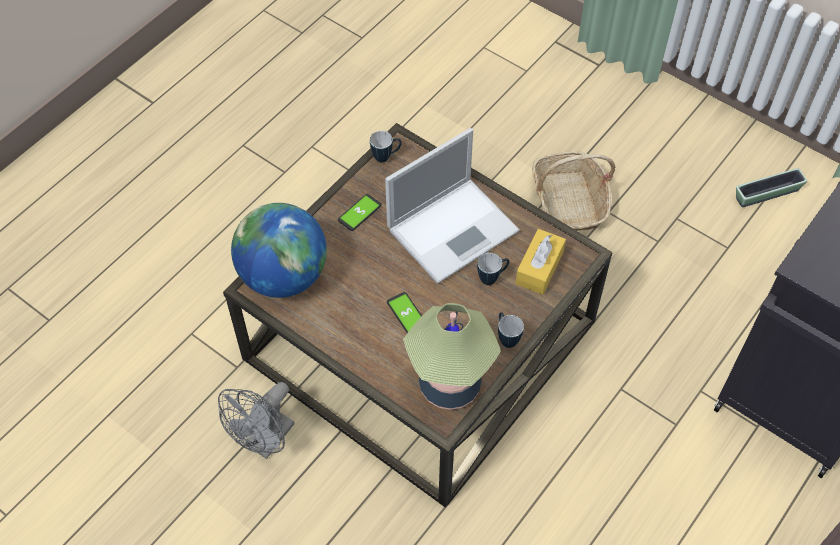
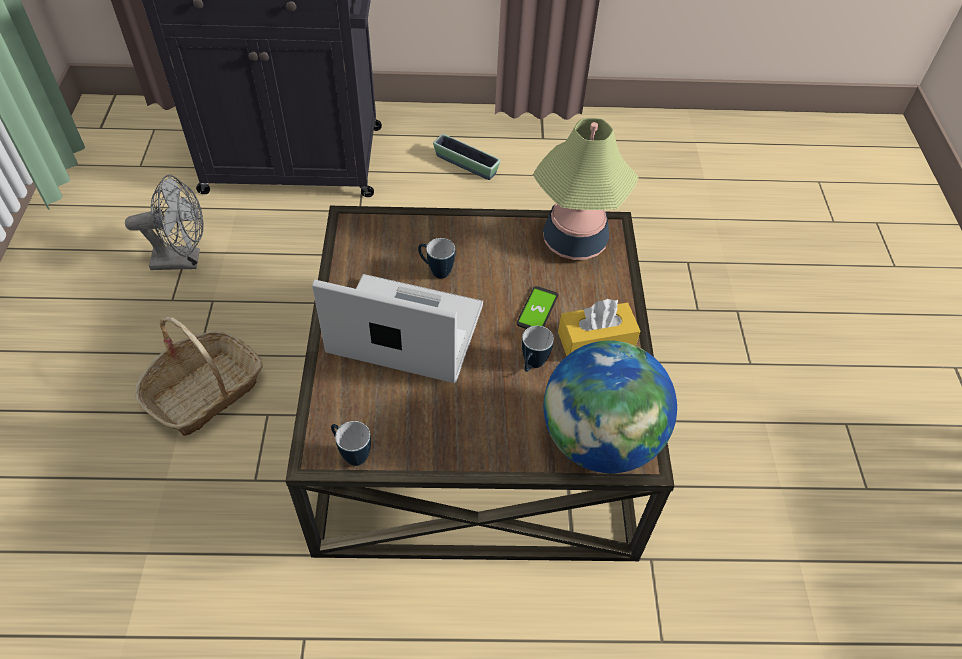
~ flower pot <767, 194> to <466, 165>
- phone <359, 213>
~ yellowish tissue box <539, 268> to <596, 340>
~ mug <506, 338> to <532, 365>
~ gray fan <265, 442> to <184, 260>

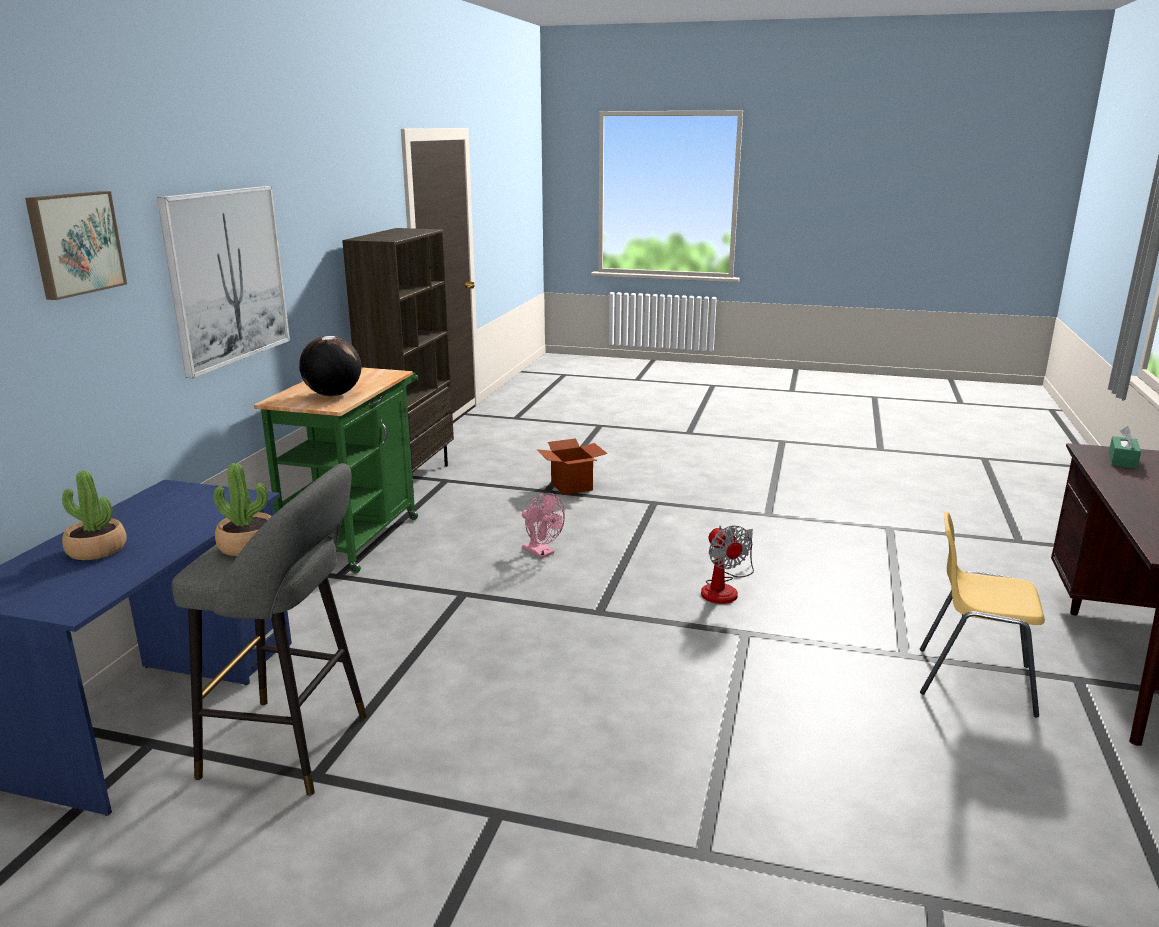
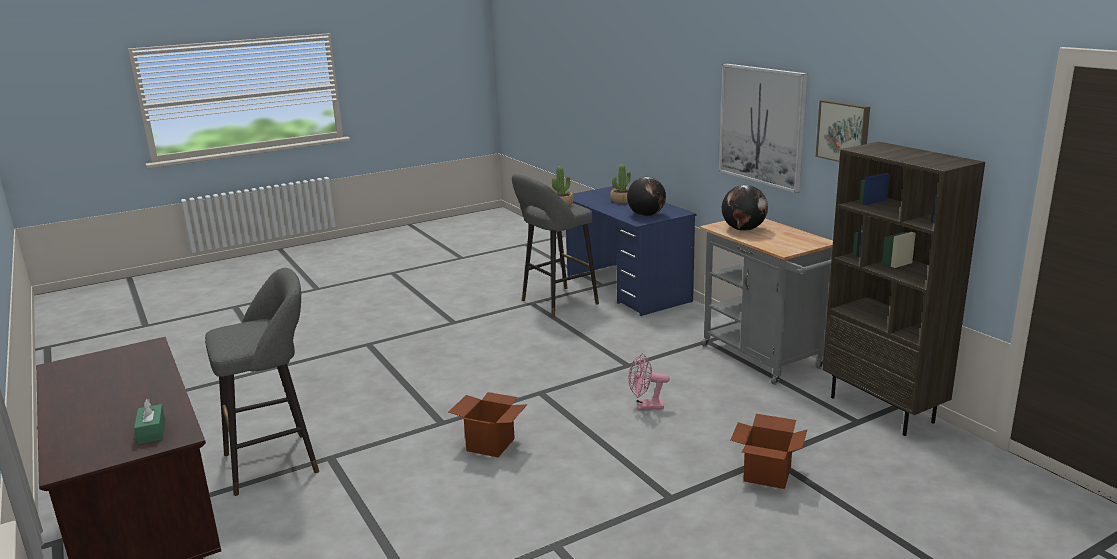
~ picture <74, 243> to <844, 132>
~ green trolley <357, 535> to gray trolley <767, 359>
~ yellowish chair <973, 680> to gray sitting stool <277, 461>
~ fan <724, 588> to carton <490, 445>
+ world globe <646, 215>

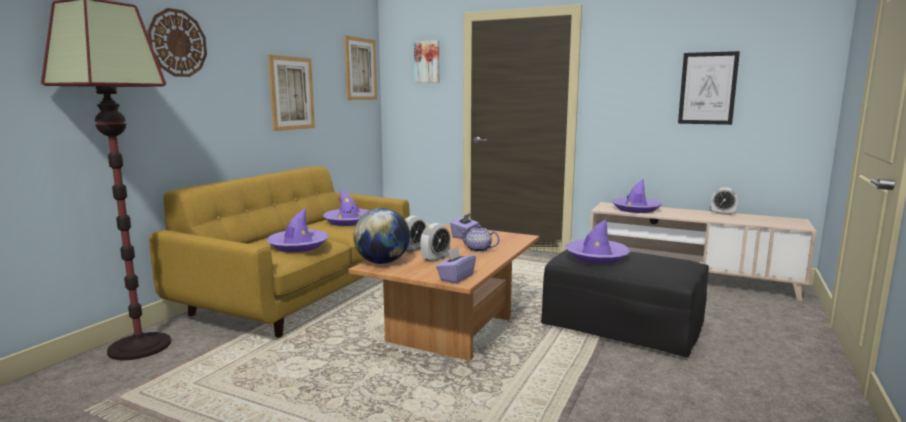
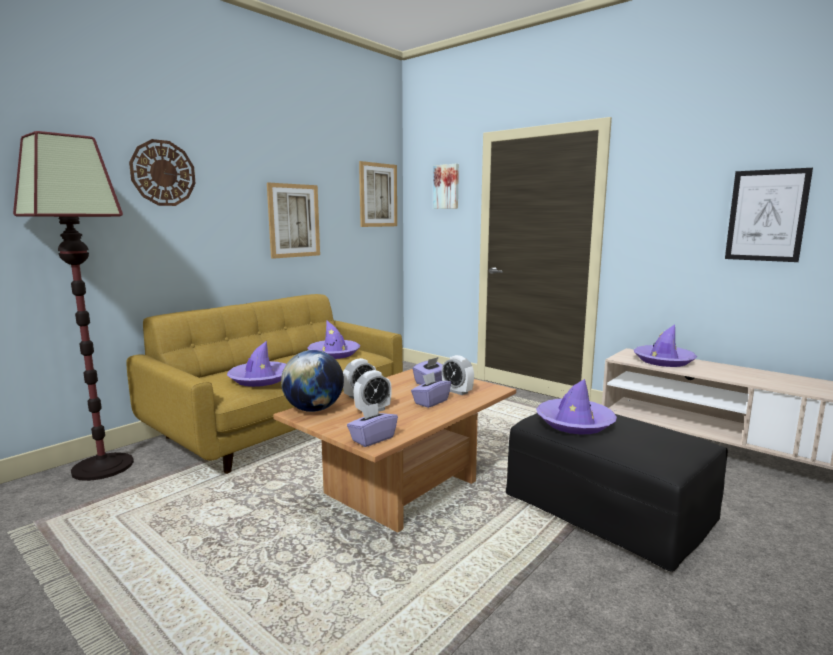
~ alarm clock <723, 213> to <457, 391>
~ teapot <478, 249> to purple tissue box <430, 402>

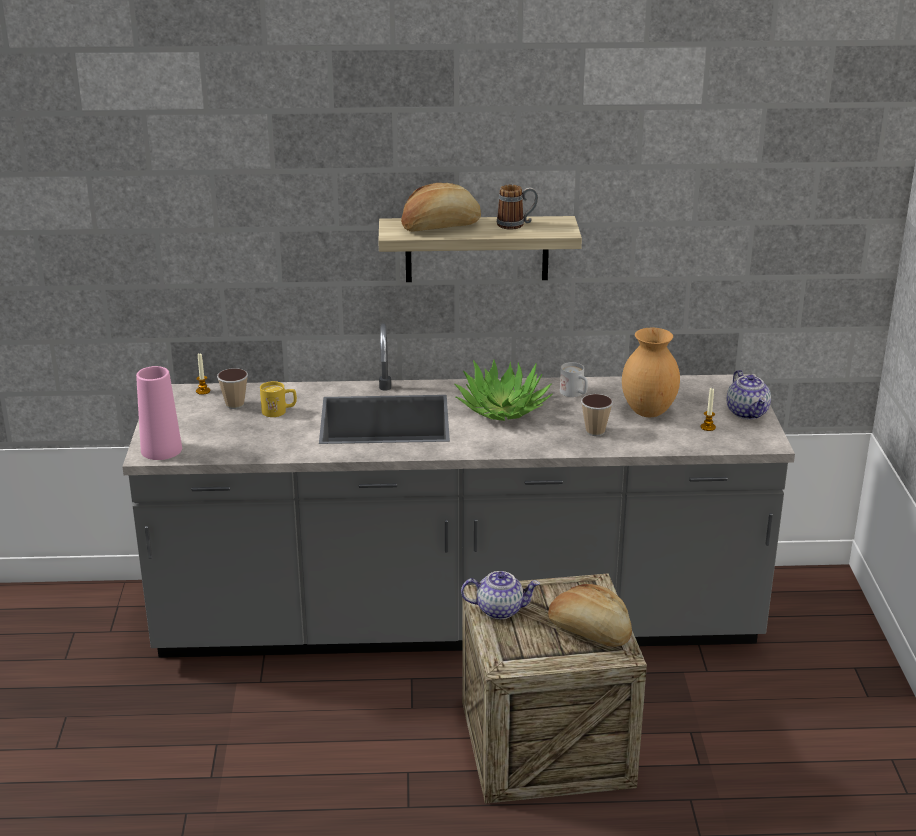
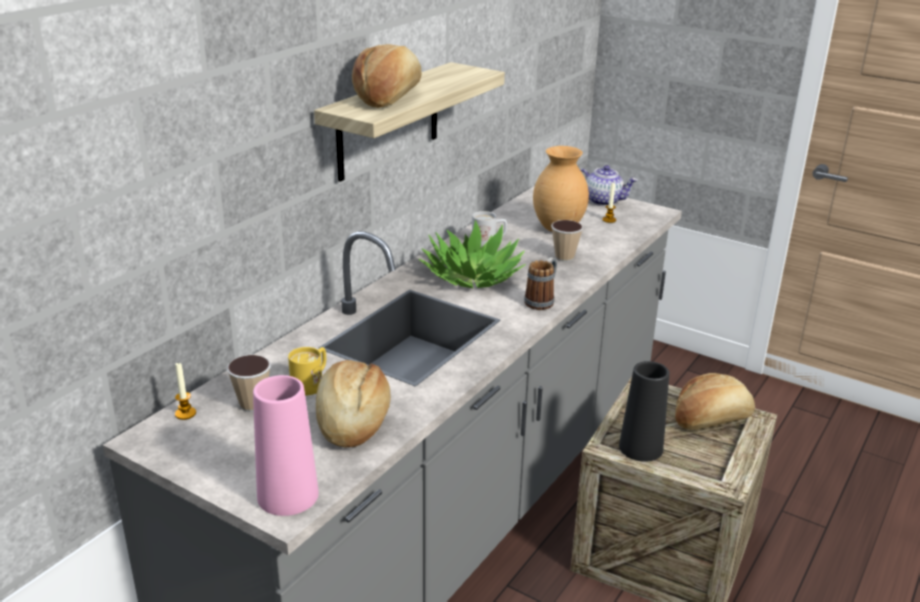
~ mug <516, 225> to <542, 300>
~ teapot <500, 609> to black-coloured vase <640, 448>
+ bread <351, 420>

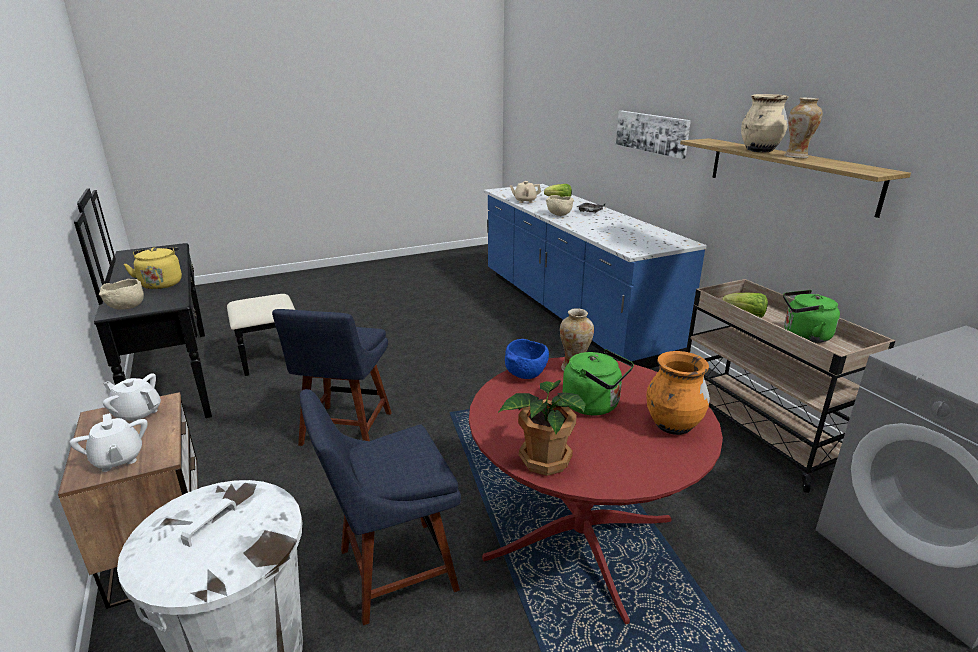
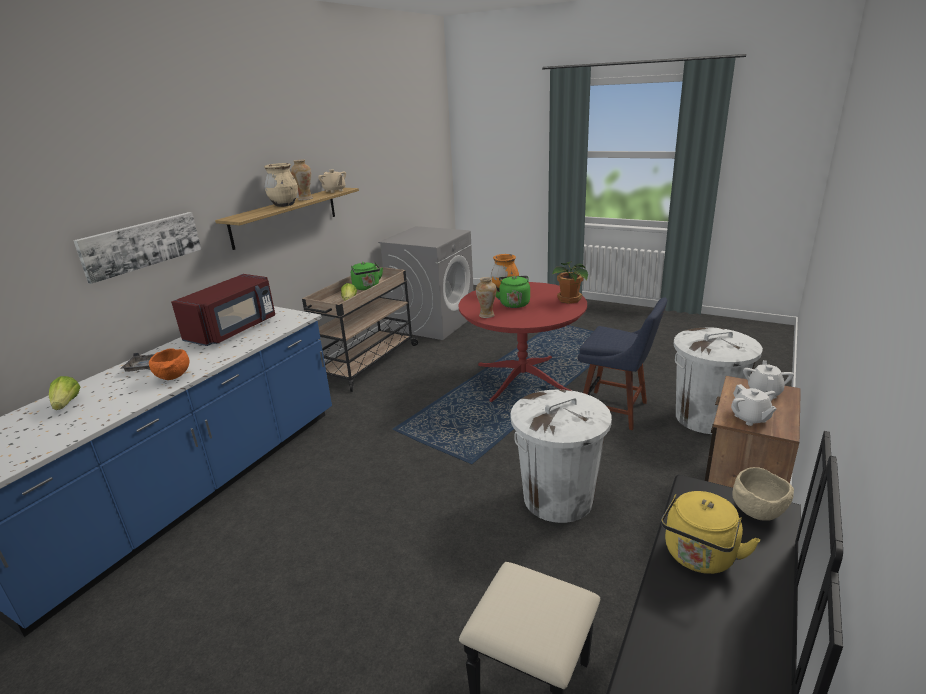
~ sand-coloured teapot <525, 201> to <334, 191>
~ sand-coloured deep dish <558, 215> to orange deep dish <174, 377>
~ blue-coloured chair <344, 431> to white-coloured trash can <558, 498>
- blue-coloured deep dish <526, 374>
+ red kitchen microwave <234, 330>

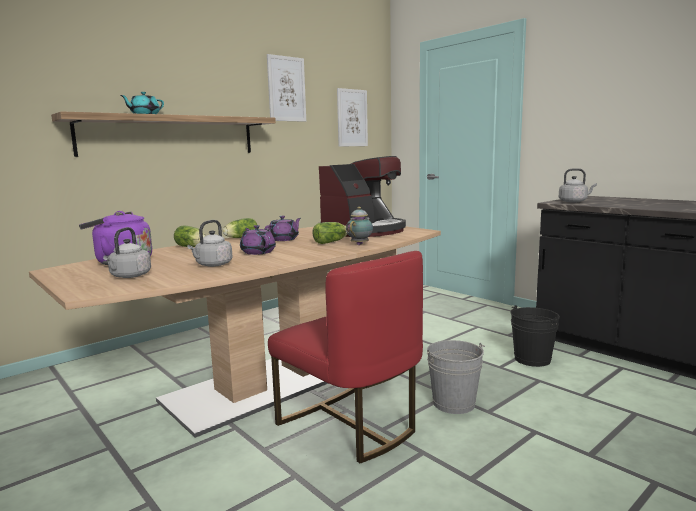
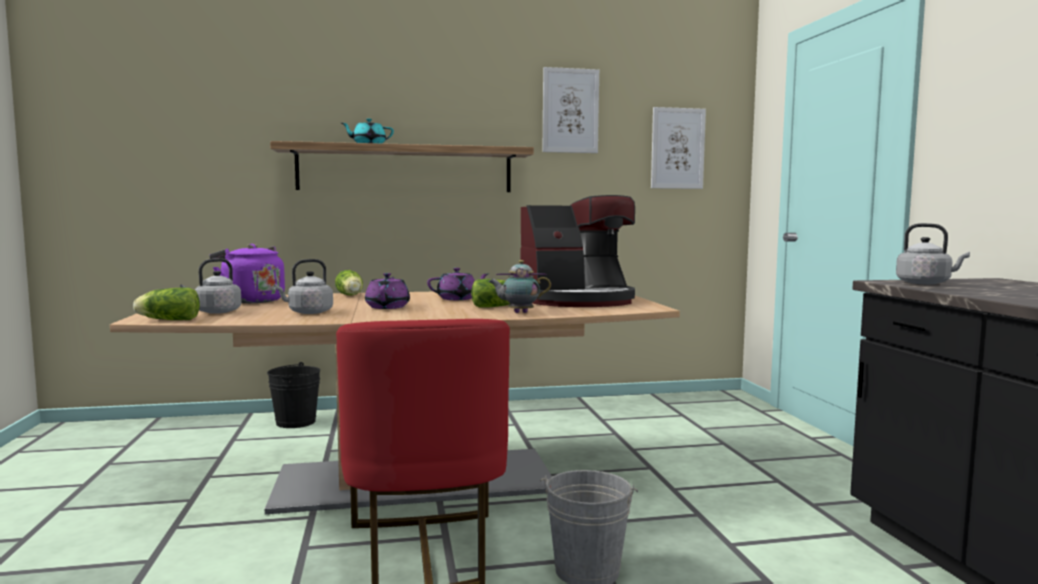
~ teapot <360, 244> = <518, 313> 150 degrees counterclockwise
~ lettuce <240, 238> to <167, 320>
~ black-coloured water bucket <532, 359> to <296, 422>

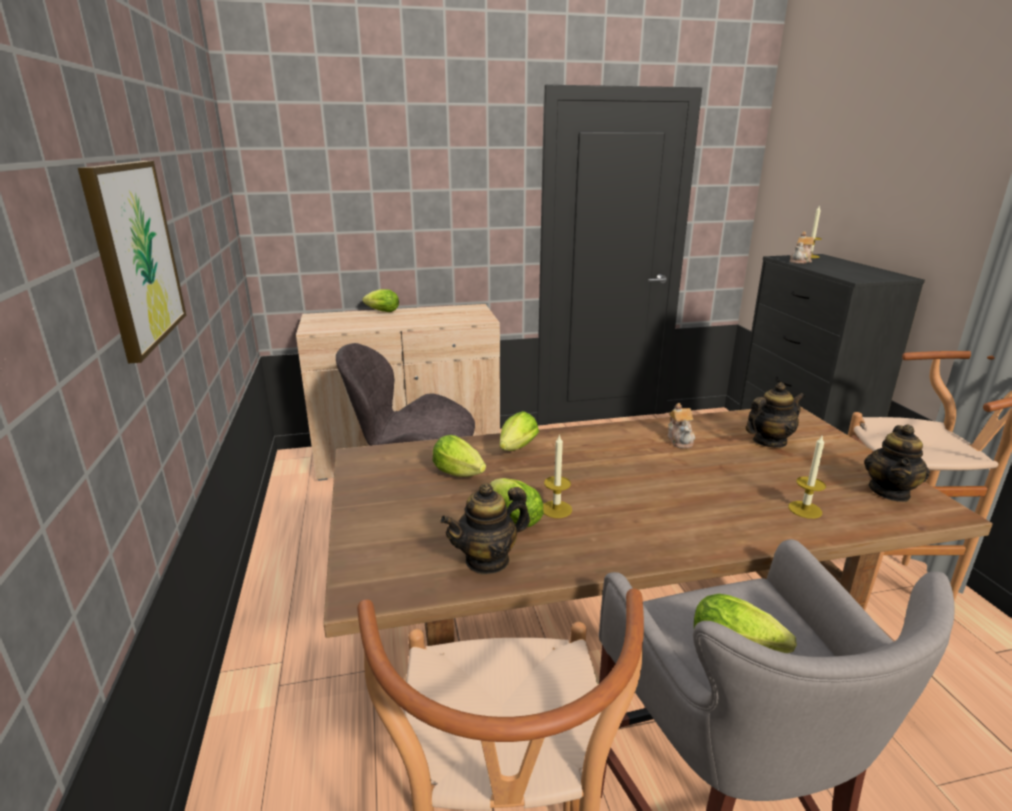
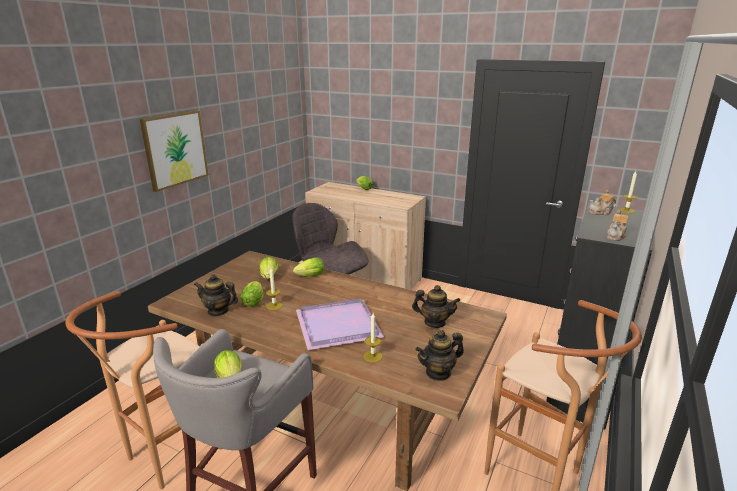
~ teapot <680, 440> to <616, 236>
+ purple tray <339, 324>

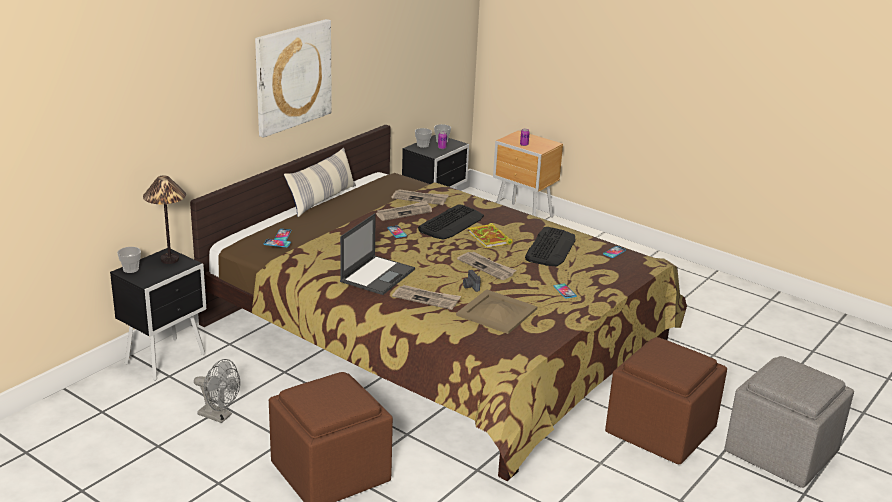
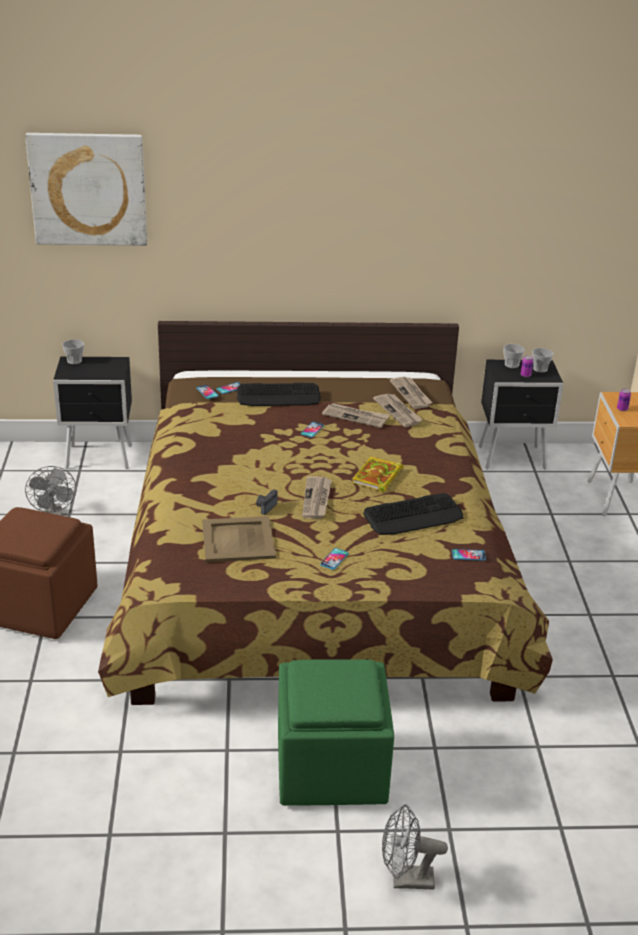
~ picture <292, 76> to <88, 189>
- throw pillow <322, 199>
- lamp for a table <169, 260>
~ keyboard <451, 223> to <279, 396>
- notebook computer <378, 275>
~ printed paper <426, 298> to <411, 394>
~ brown footrest <660, 431> to green footrest <332, 767>
~ gray footrest <782, 453> to gray fan <405, 880>

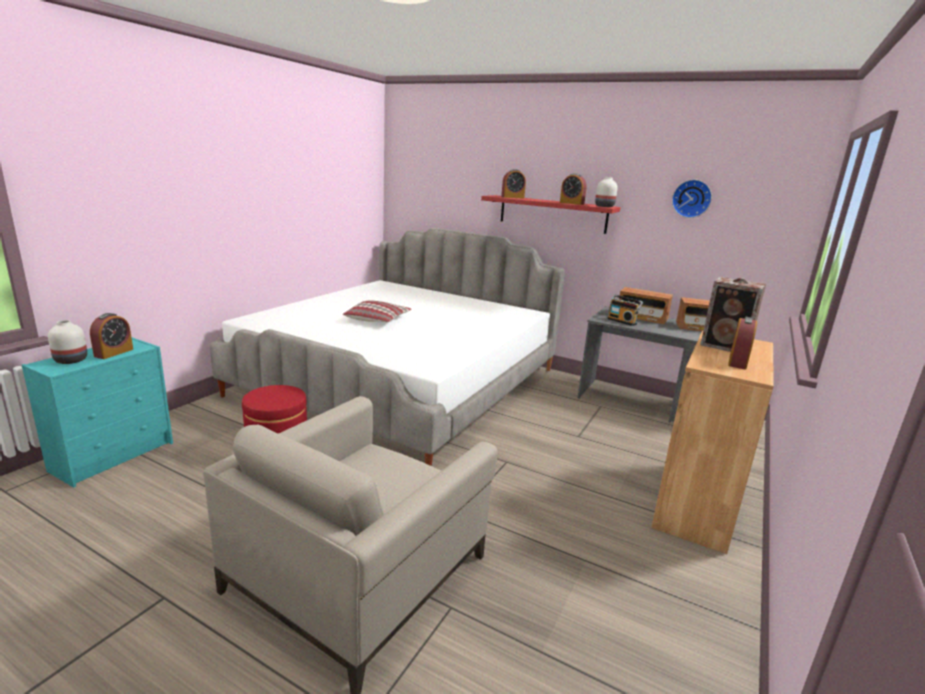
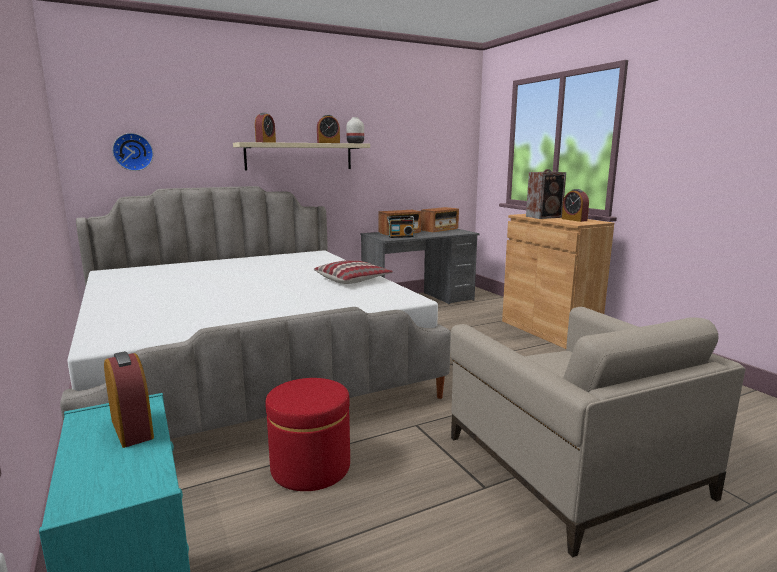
~ wall clock <691, 198> to <133, 152>
~ red shelf <552, 214> to sand-coloured shelf <299, 156>
~ throw pillow <378, 319> to <353, 280>
- white-coloured vase <70, 360>

